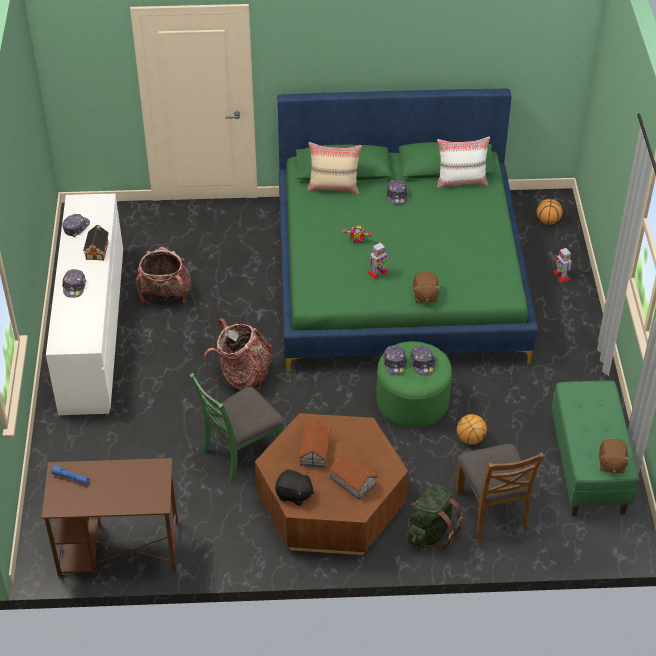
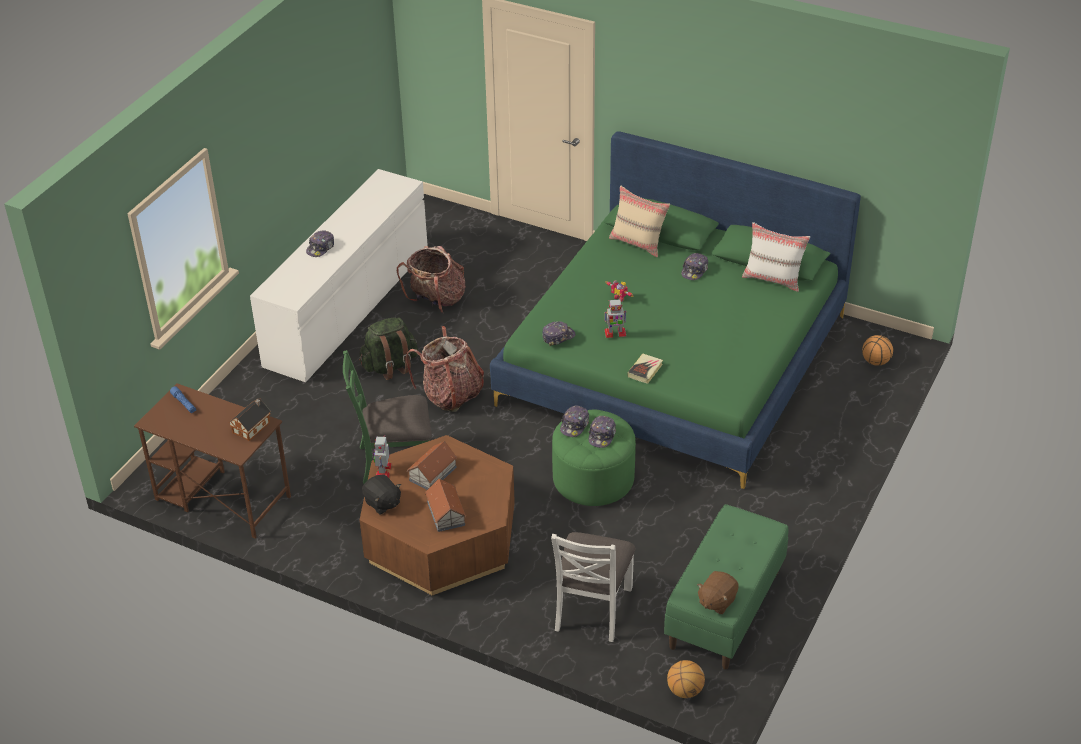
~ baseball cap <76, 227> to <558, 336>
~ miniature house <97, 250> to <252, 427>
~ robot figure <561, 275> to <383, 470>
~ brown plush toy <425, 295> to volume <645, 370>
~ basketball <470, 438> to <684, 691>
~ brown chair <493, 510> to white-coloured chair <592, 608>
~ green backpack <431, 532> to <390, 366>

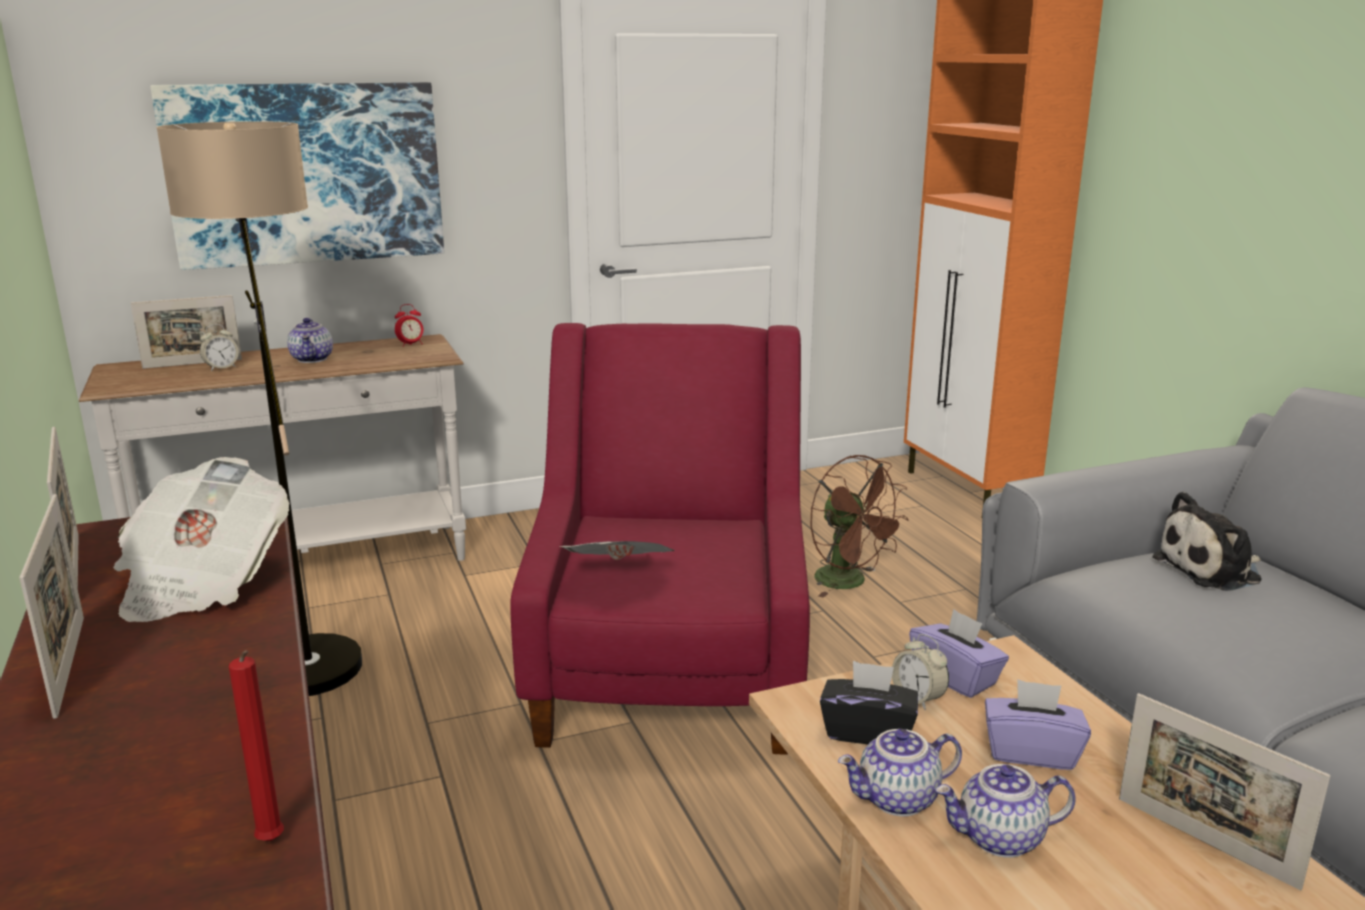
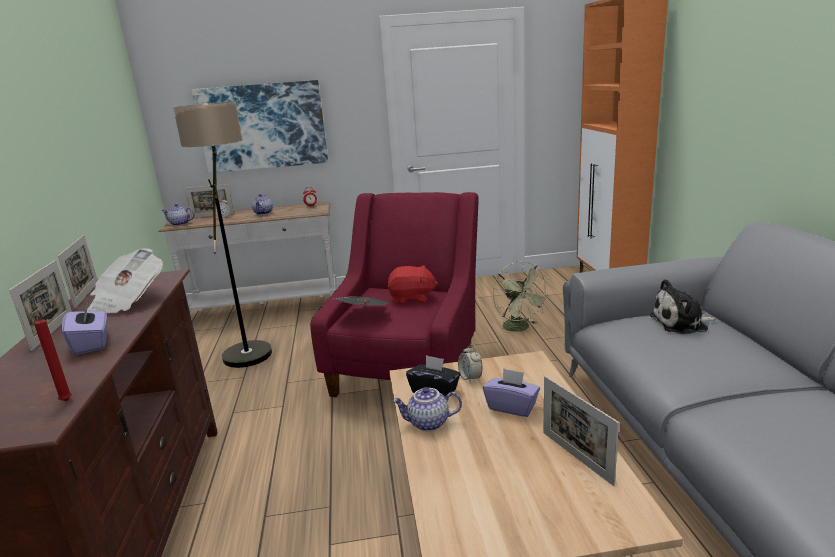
~ brown fan <850, 583> to green fan <520, 328>
~ purple tissue box <955, 677> to <92, 344>
~ teapot <1000, 838> to <180, 224>
+ red plush toy <412, 299>

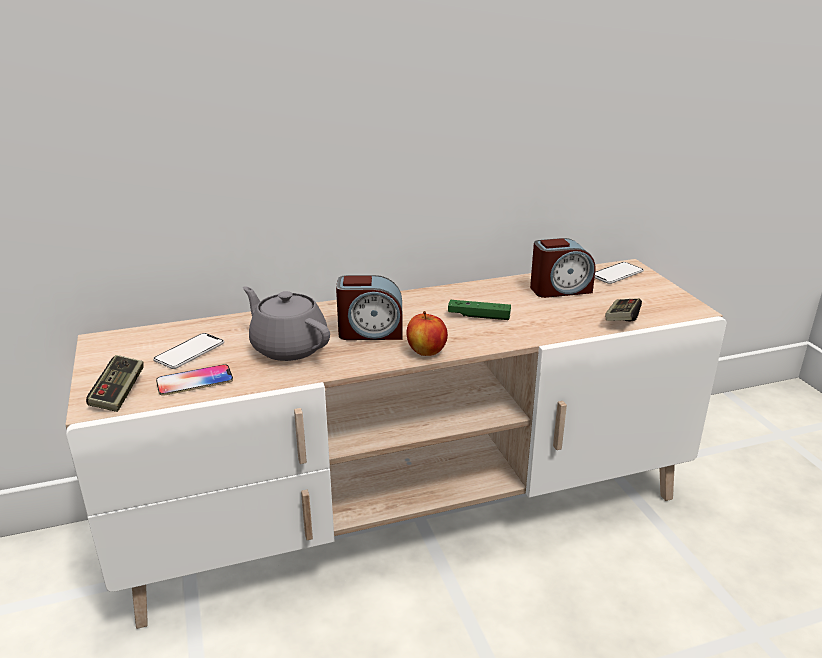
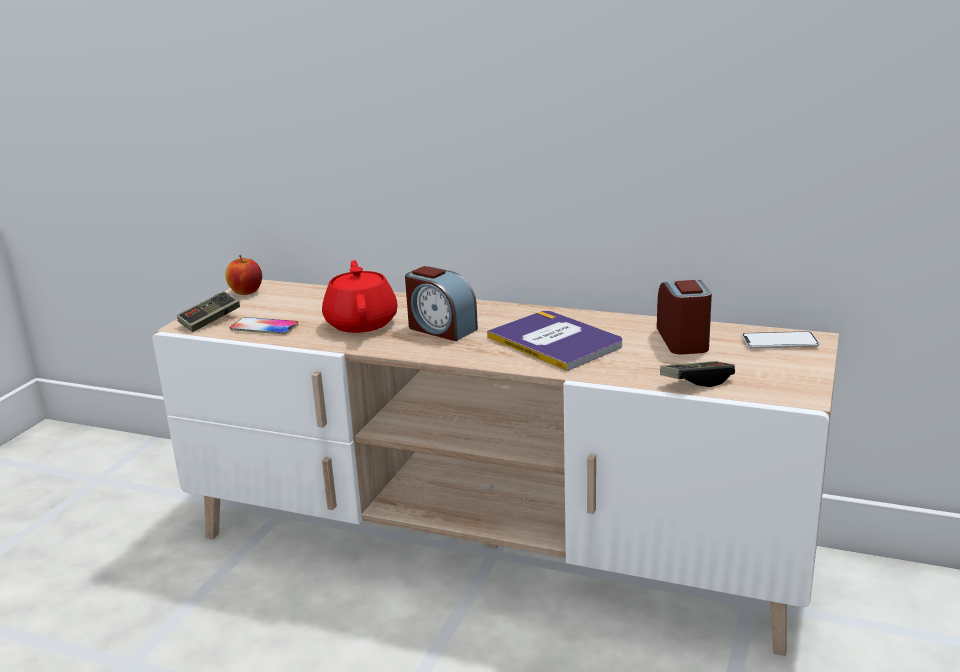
~ alarm clock <560, 289> = <683, 340> 120 degrees counterclockwise
~ gray teapot <288, 347> to red teapot <361, 322>
~ green joypad <479, 316> to volume <555, 341>
~ apple <426, 351> to <246, 292>
- phone <189, 352>

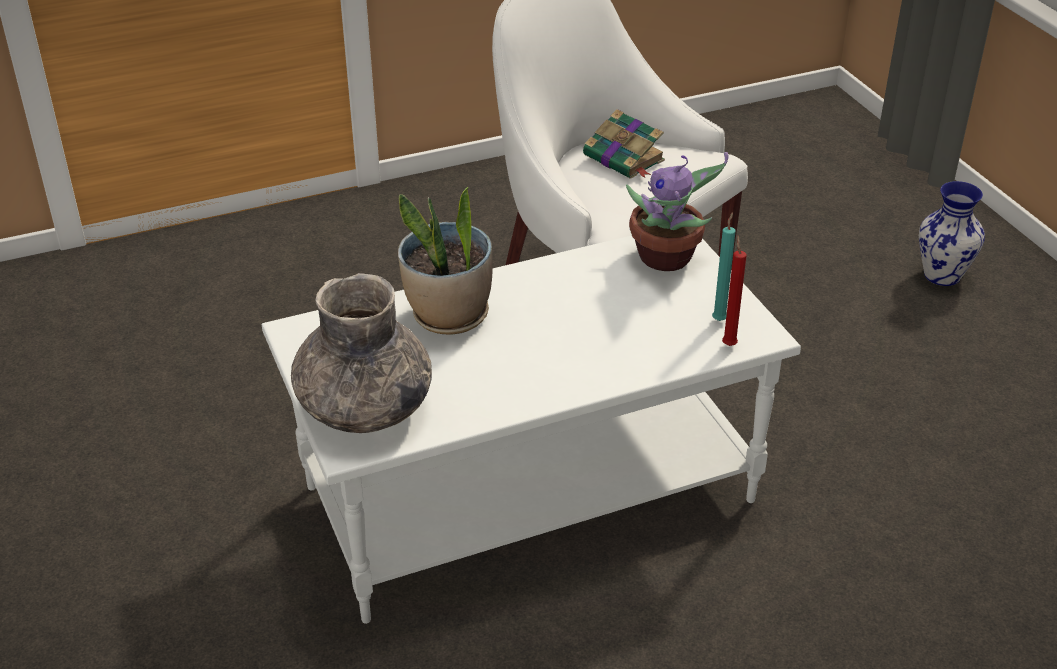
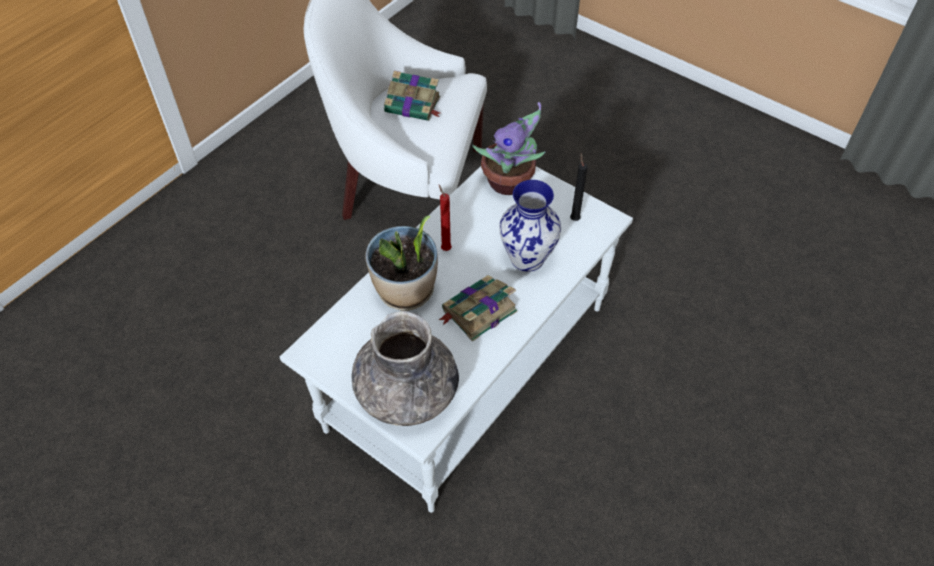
~ vase <942, 275> to <527, 257>
~ turquoise-coloured candle <719, 319> to black-coloured candle <574, 218>
~ red candle <728, 344> to <445, 248>
+ volume <478, 311>

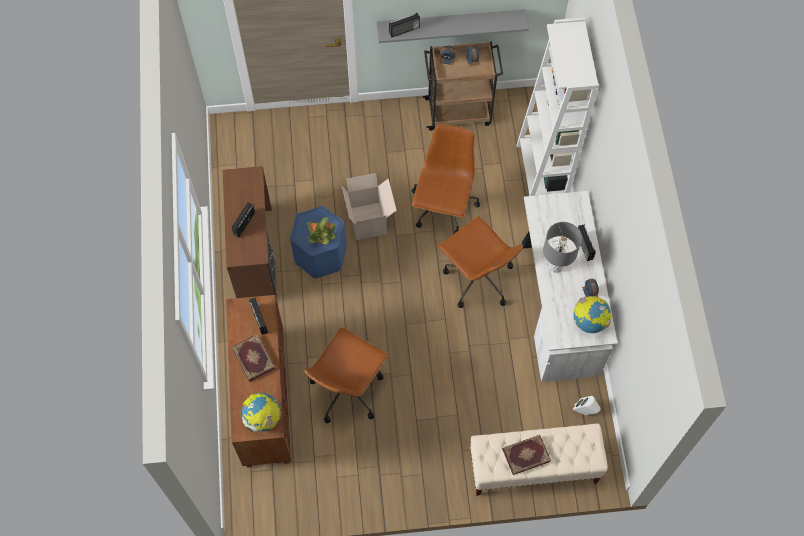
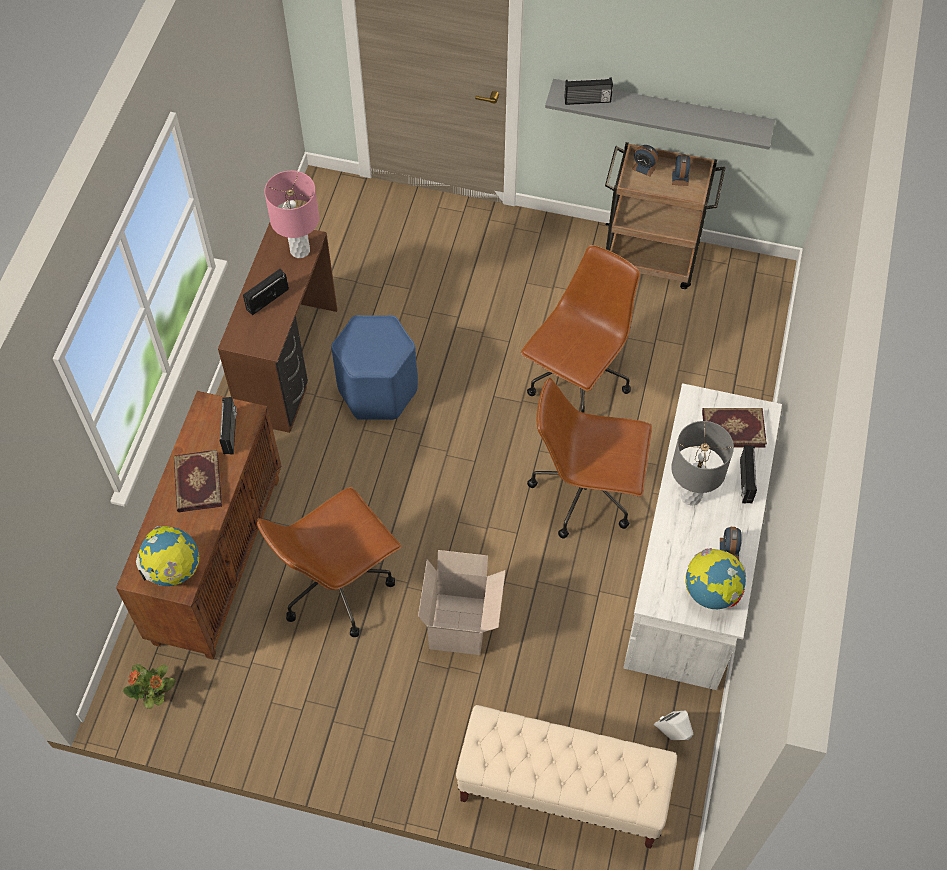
- white-coloured bookcase <541, 173>
~ carton <369, 222> to <460, 625>
~ brown desk chair <477, 279> = <586, 492> 120 degrees clockwise
~ plant in a pot <323, 240> to <156, 696>
~ volume <525, 454> to <733, 428>
+ pink-coloured lamp for a table <300, 250>

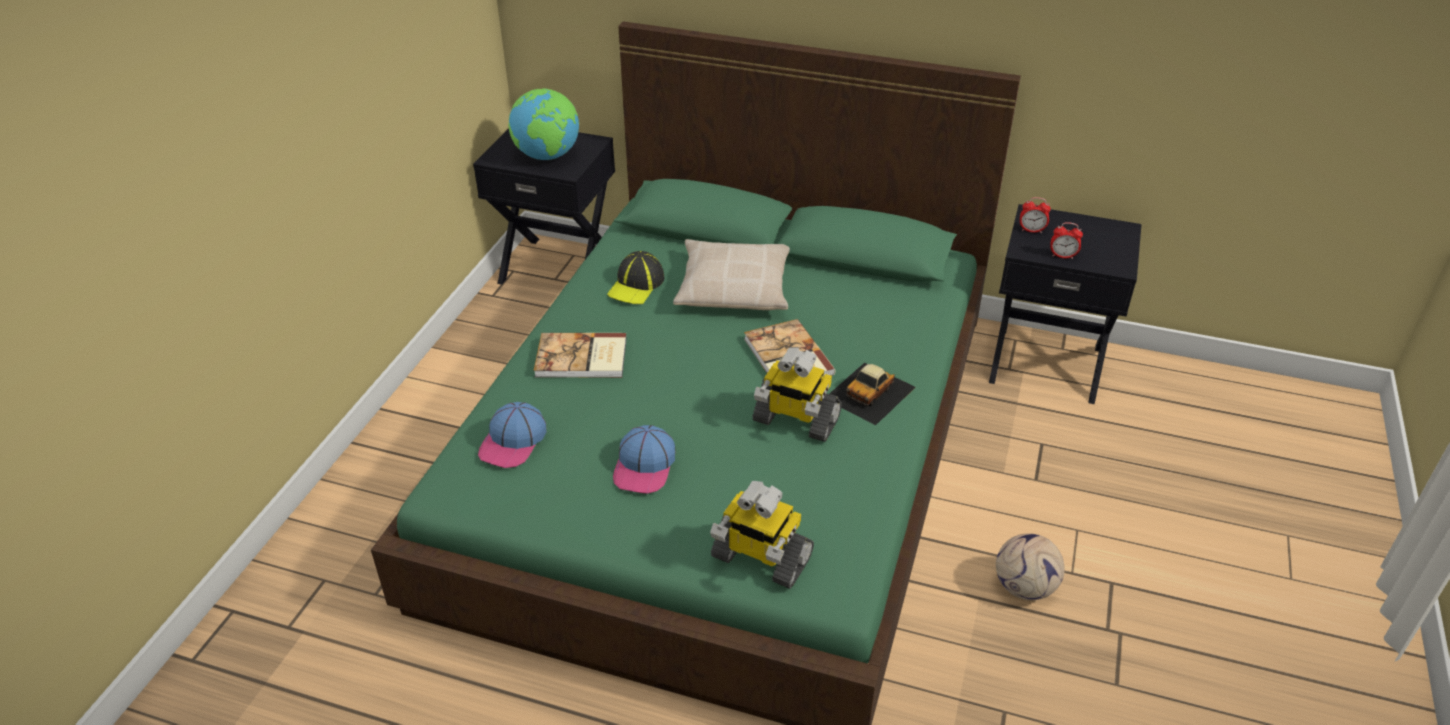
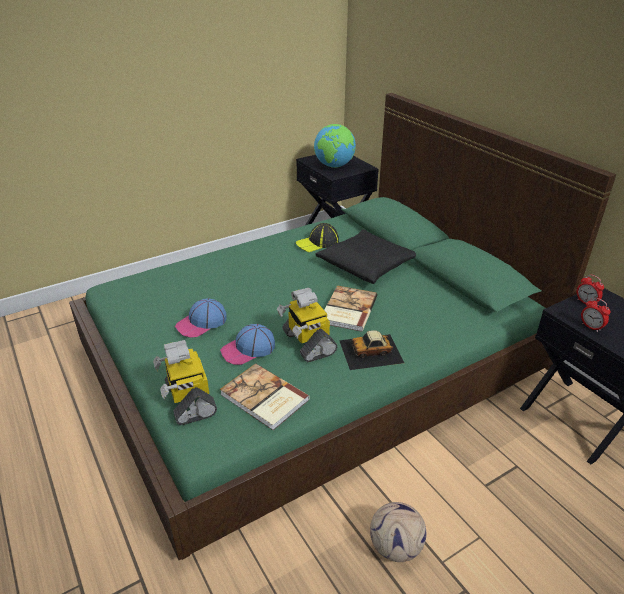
~ sand-coloured throw pillow <734, 287> to black-coloured throw pillow <367, 264>
~ volume <582, 359> to <263, 398>
~ baseball cap <513, 442> to <248, 350>

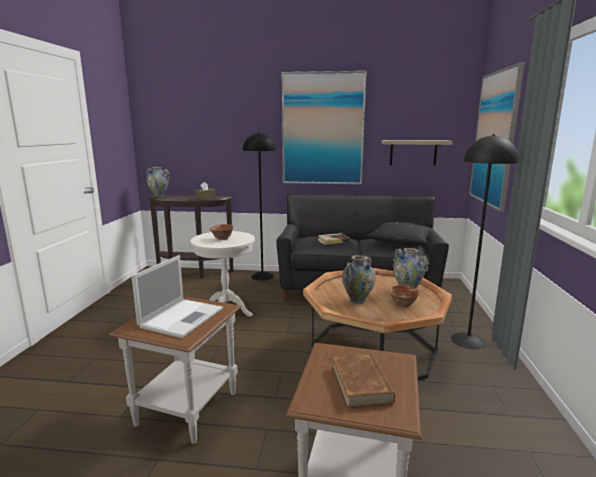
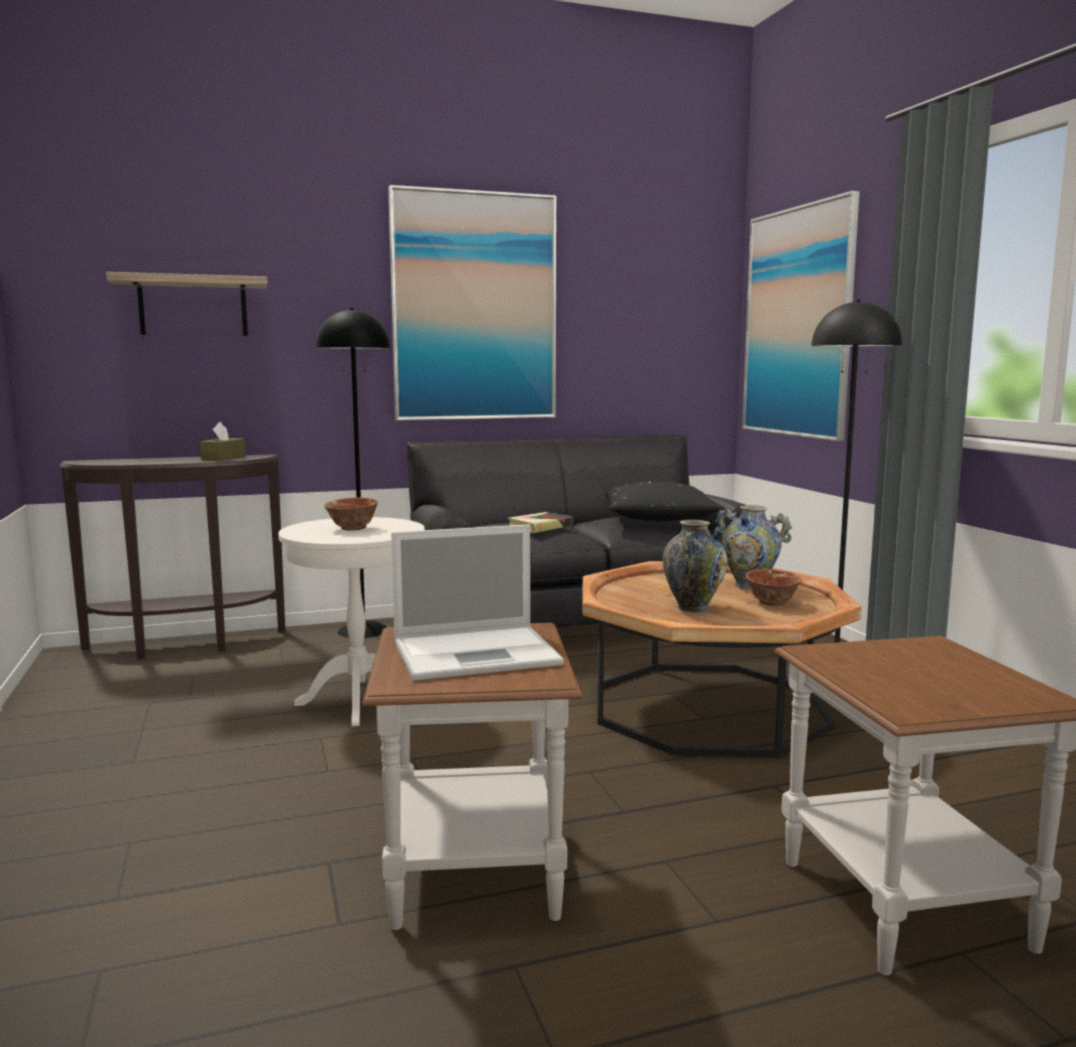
~ shelf <413, 152> to <193, 307>
- vase <159, 196>
~ notebook computer <182, 317> = <479, 653> 75 degrees clockwise
- brown volume <361, 383>

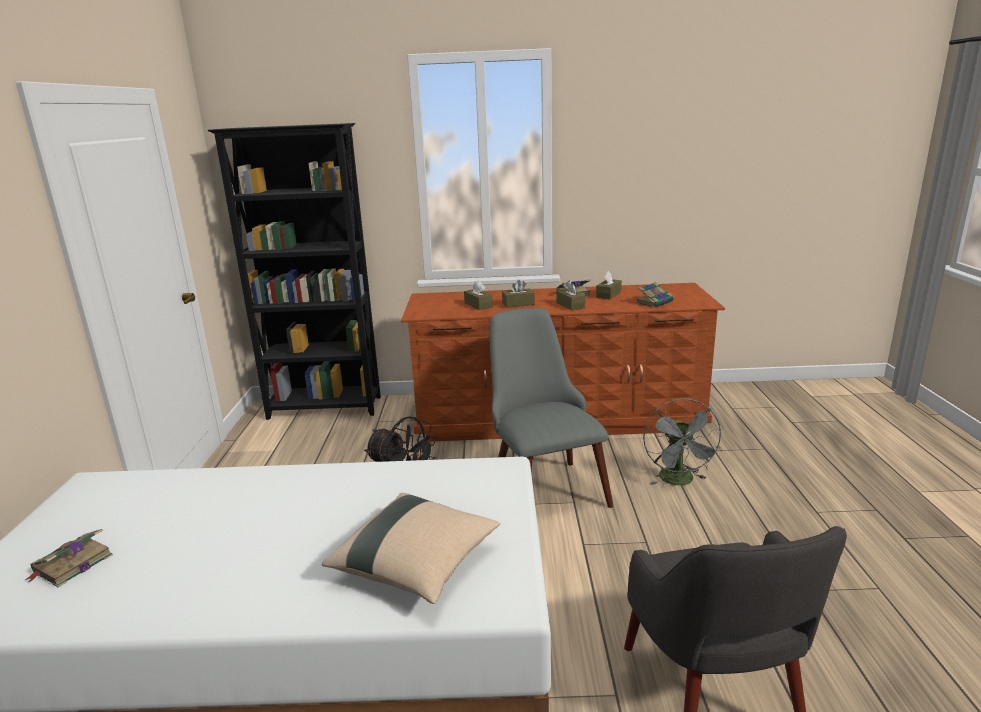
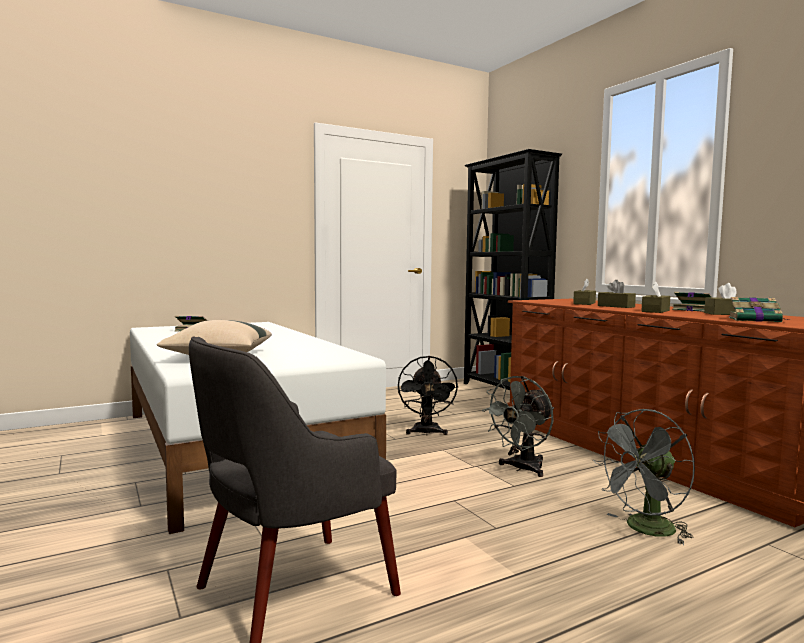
~ gray chair <542, 484> to gray fan <522, 469>

